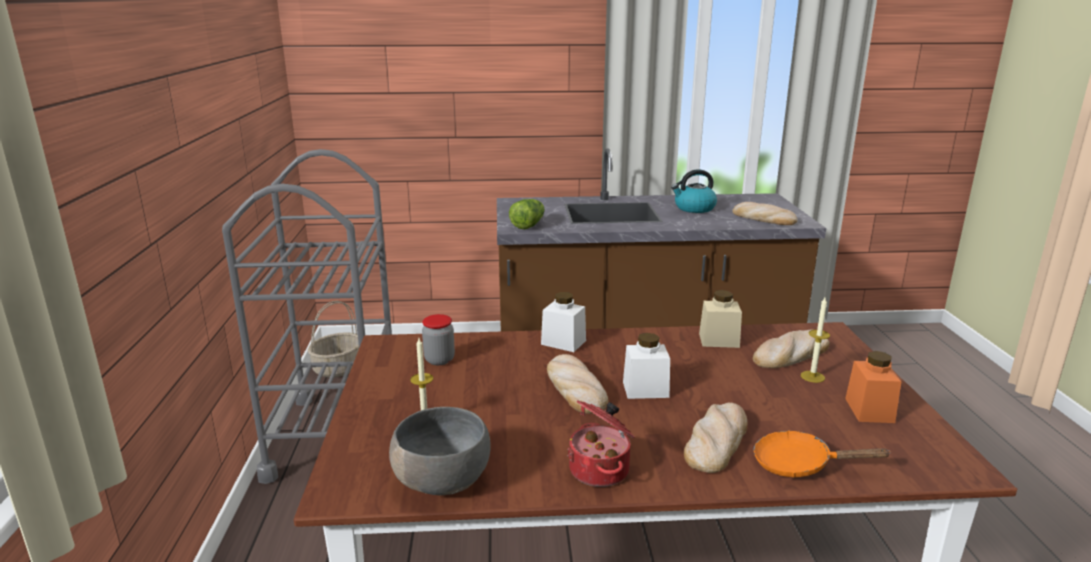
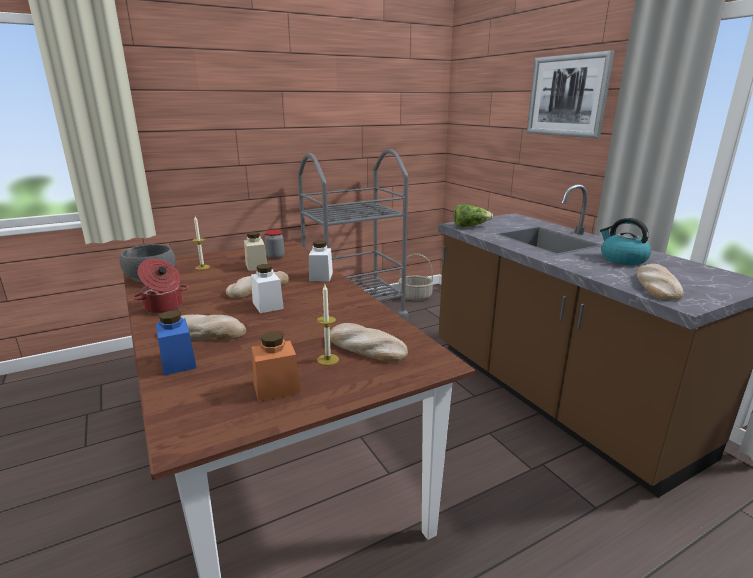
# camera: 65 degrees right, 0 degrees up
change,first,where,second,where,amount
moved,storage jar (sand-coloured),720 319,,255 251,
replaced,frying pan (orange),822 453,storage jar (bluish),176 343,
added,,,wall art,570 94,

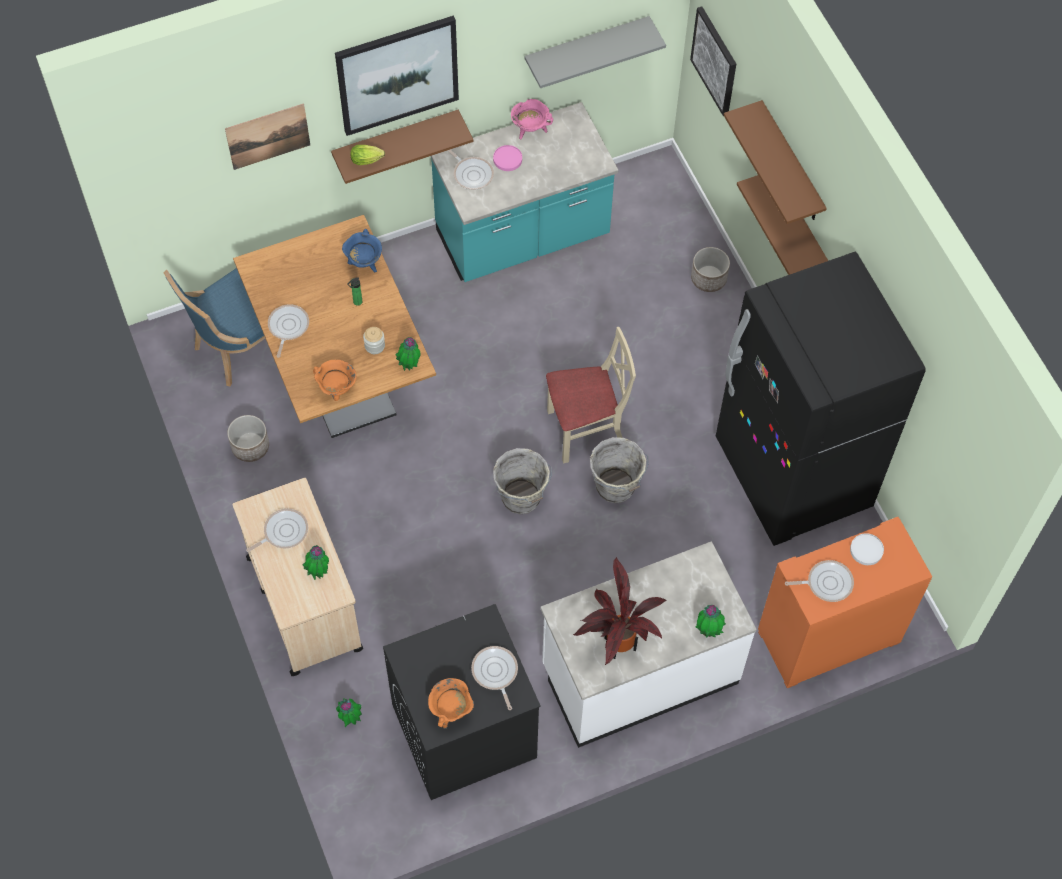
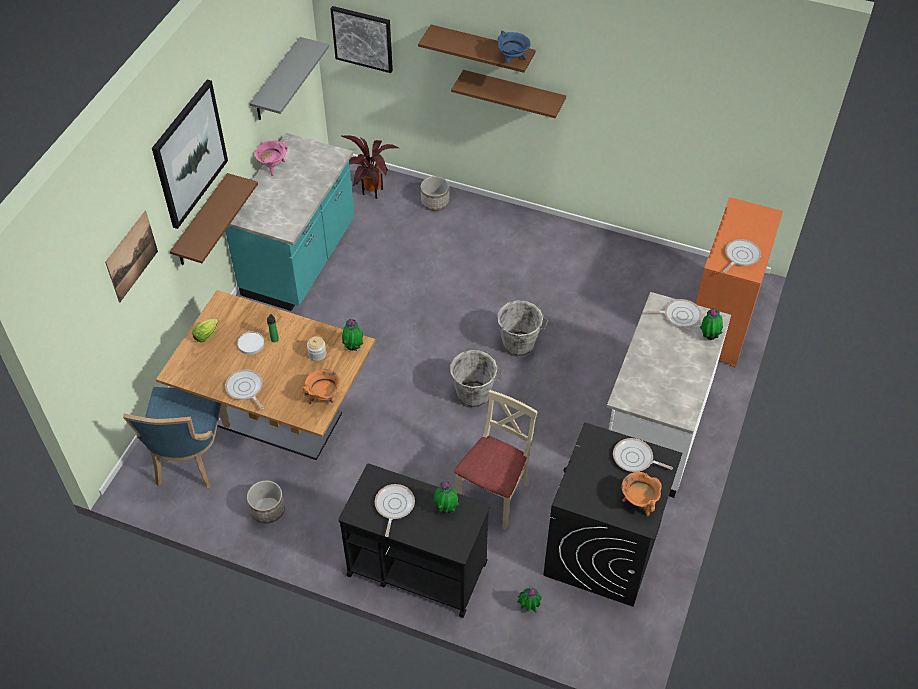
# camera: 45 degrees left, 10 degrees down
change,first,where,second,where,amount
moved,lettuce head,367 155,,205 330,
removed,dinner plate (pinkish),507 158,,,
moved,frying pan,470 169,,673 313,
moved,cooking pot (bluish),362 250,,514 46,
removed,refrigerator (black-coloured),821 398,,,
moved,chair (sand-coloured),591 395,,496 460,
recoloured,trolley (sand-coloured),297 577,trolley (black-coloured),414 541,
moved,dinner plate (white),867 549,,250 343,
moved,potted plant,620 611,,370 167,

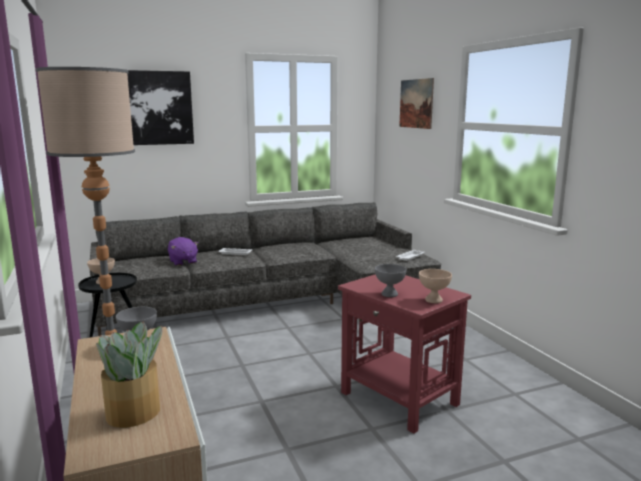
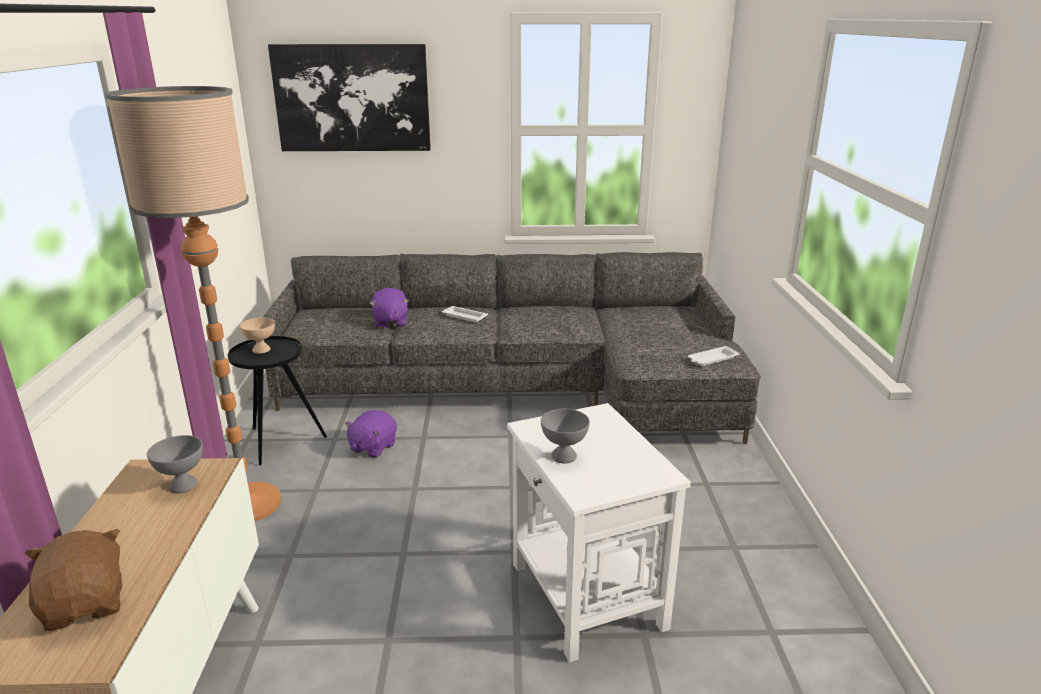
# camera: 20 degrees right, 10 degrees up
change,first,where,second,where,amount
removed,wall art,416 103,,,
removed,serving bowl (sand-coloured),435 286,,,
recoloured,side table (red-coloured),404 354,side table (white),599 532,
replaced,potted plant,129 375,plush toy (brown-coloured),73 580,
added,,,plush toy (purplish),370 434,

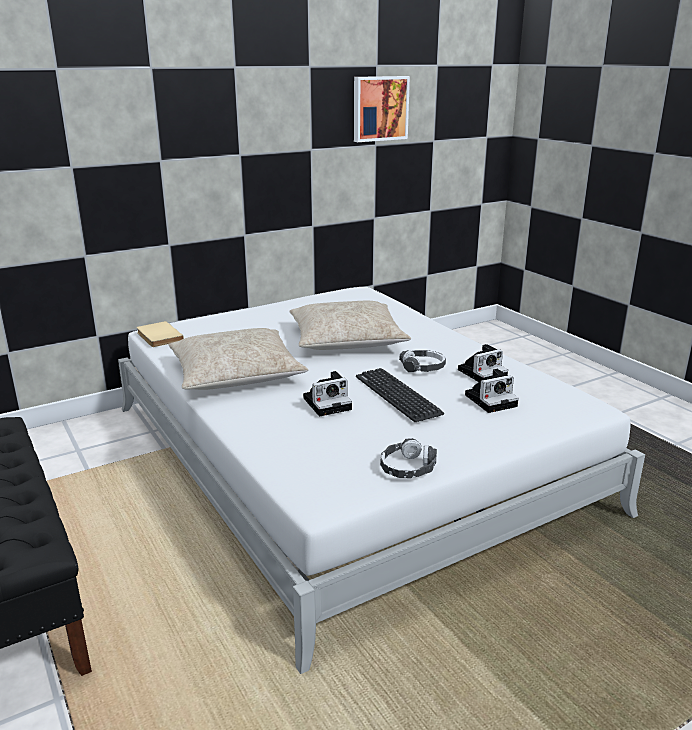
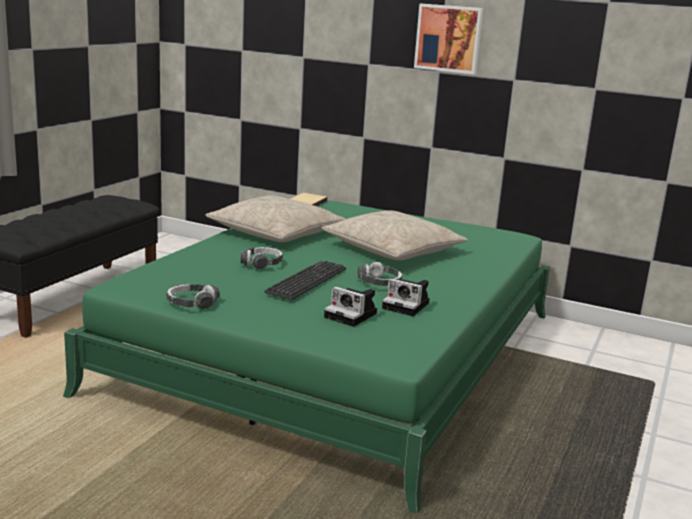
# camera: 55 degrees right, 5 degrees down
change,first,where,second,where,amount
moved,wall art,382 109,,448 39,
recoloured,bed (white),381 480,bed (green-coloured),306 357,
replaced,still camera,327 394,headset,262 258,

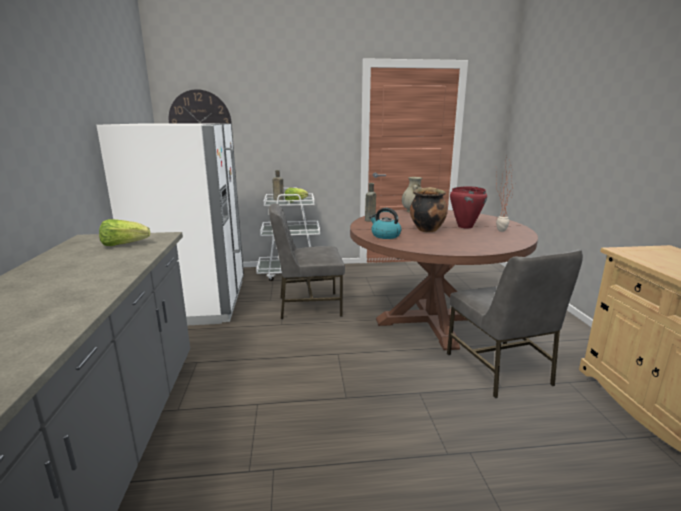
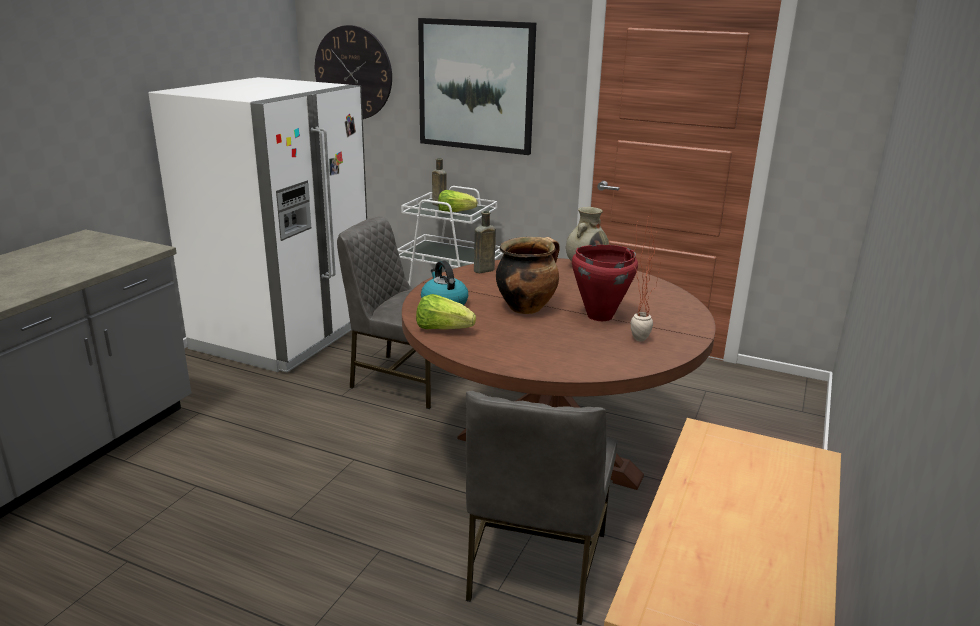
# camera: 30 degrees right, 5 degrees up
change,first,where,second,where,amount
moved,lettuce head,124 232,,446 311,
added,,,wall art,477 86,

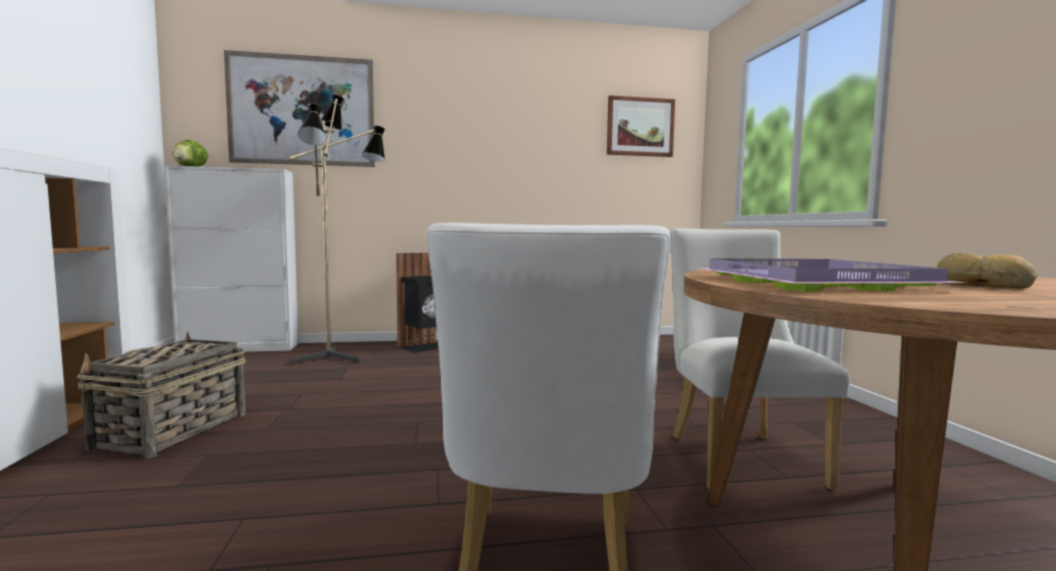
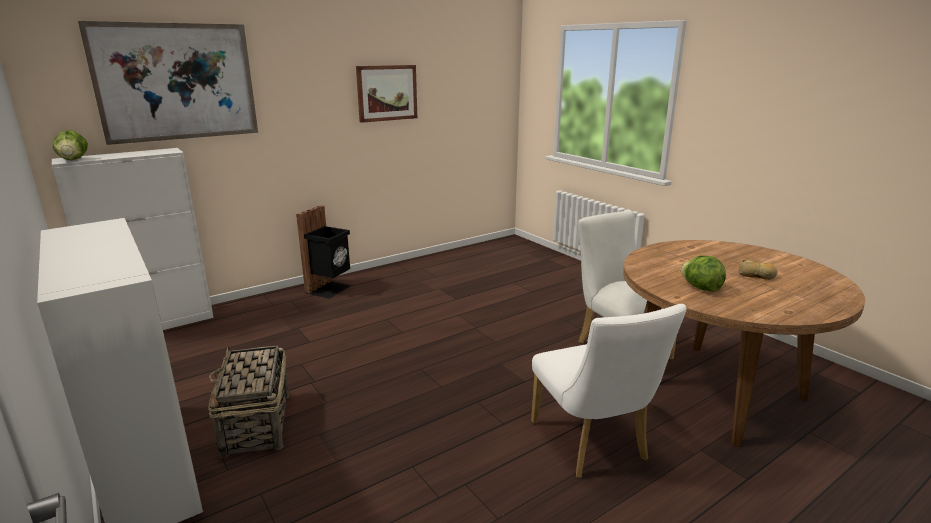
# camera: 25 degrees left, 15 degrees up
change,first,where,second,where,amount
removed,floor lamp,337 229,,,
moved,wall art,641 126,,386 94,
replaced,serving tray (purplish),832 275,lettuce head,703 273,

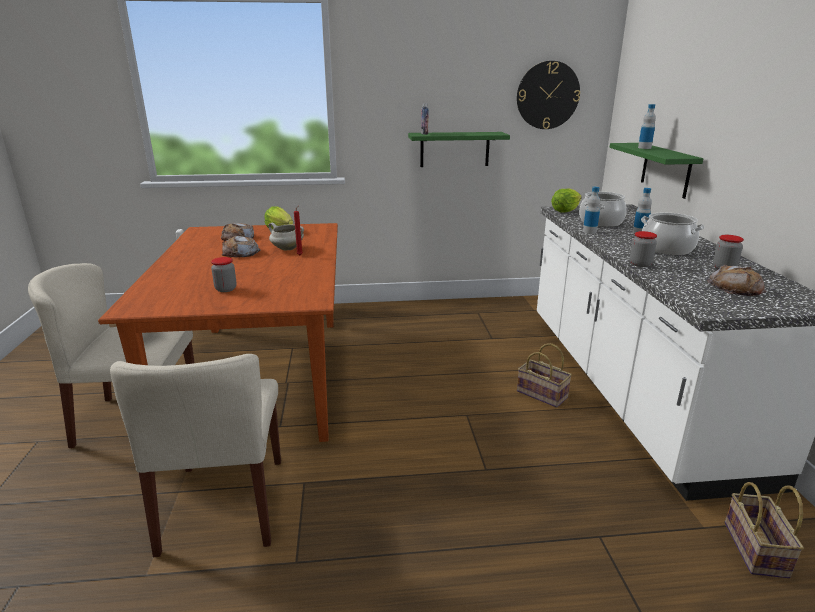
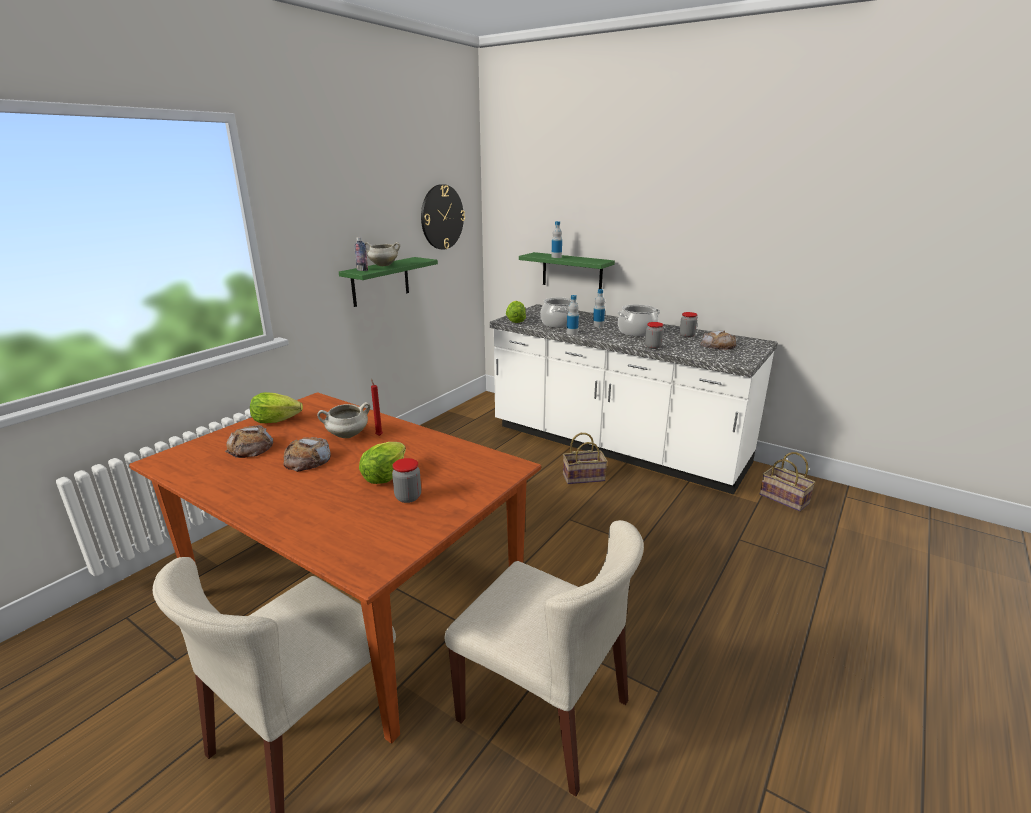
# camera: 50 degrees left, 0 degrees up
change,first,where,second,where,amount
added,,,cooking pot (white),382 254,
added,,,lettuce head,382 463,

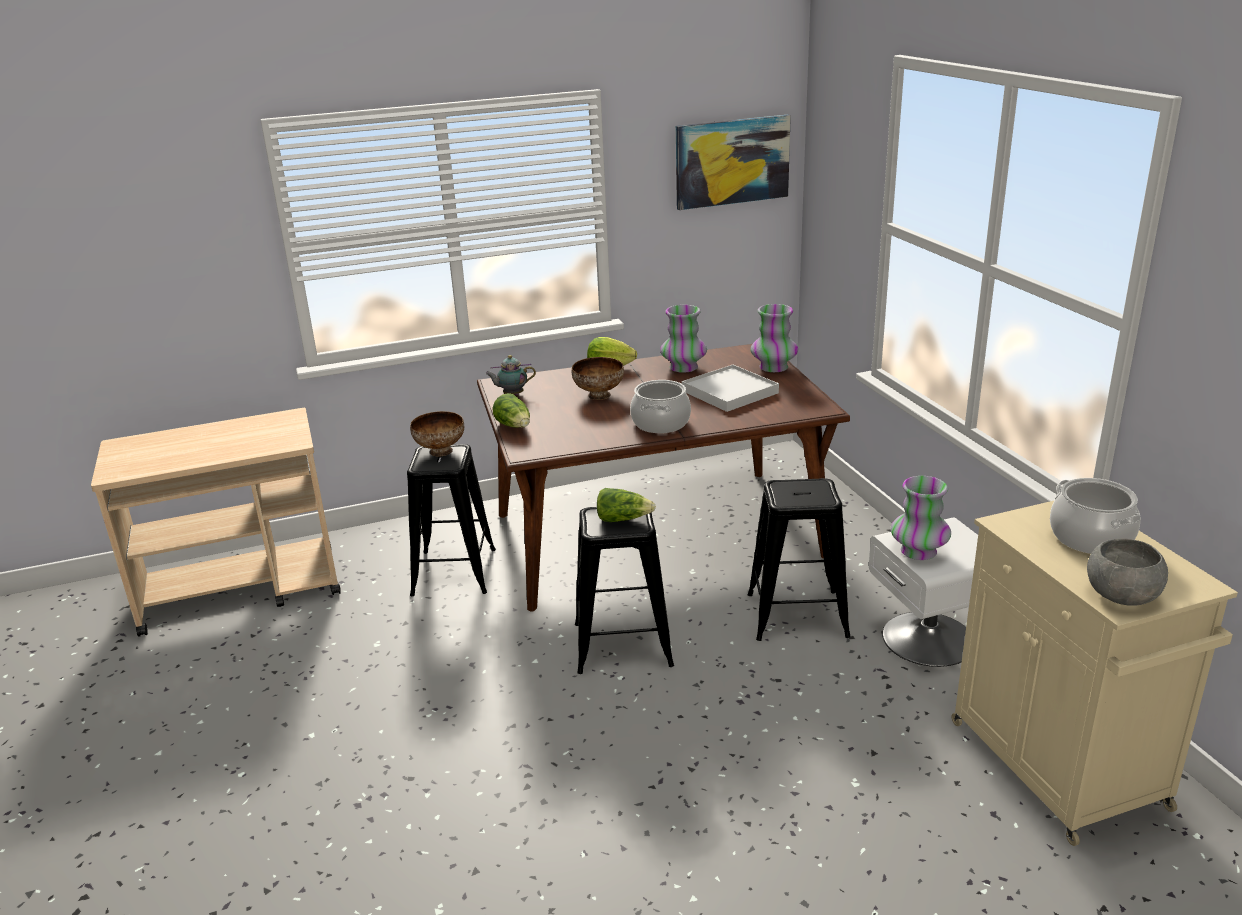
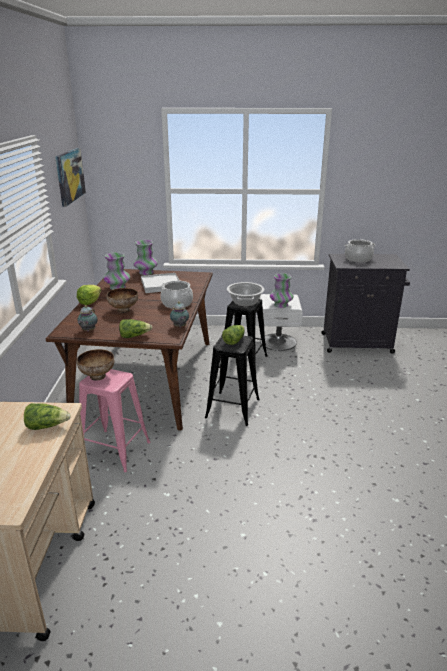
# camera: 70 degrees left, 0 degrees up
change,first,where,second,where,amount
recoloured,sitting stool (black-coloured),451 520,sitting stool (pinkish),114 420,
recoloured,cupboard (sand-coloured),1095 673,cupboard (black-coloured),365 304,
removed,serving bowl (grey),1127 572,,,
added,,,cooking pot,245 294,
added,,,tea pot,179 315,
added,,,lettuce head,47 416,

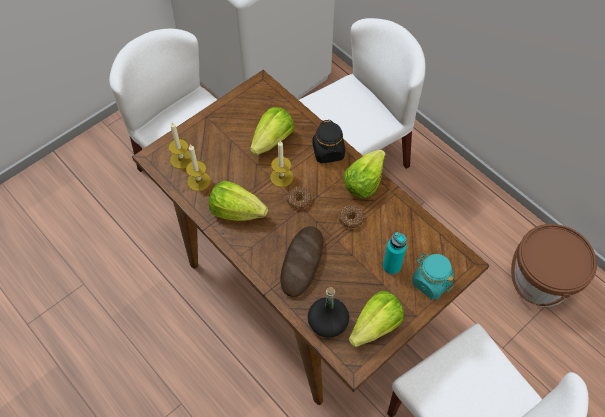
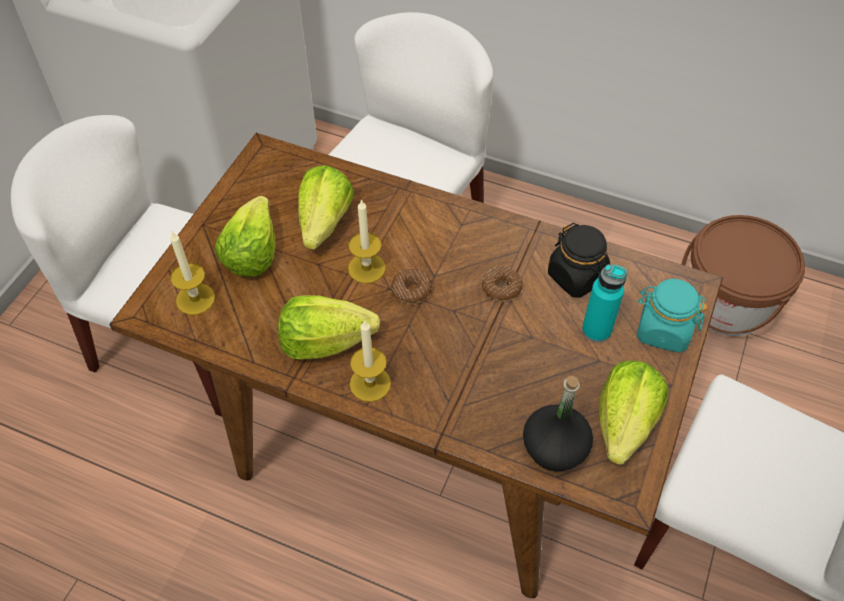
# camera: 25 degrees left, 5 degrees down
change,first,where,second,where,amount
moved,storage jar (black-coloured),328 141,,579 260,
moved,wax light,198 167,,370 361,
moved,lettuce head,364 174,,245 236,
removed,baked bread,301 261,,,

